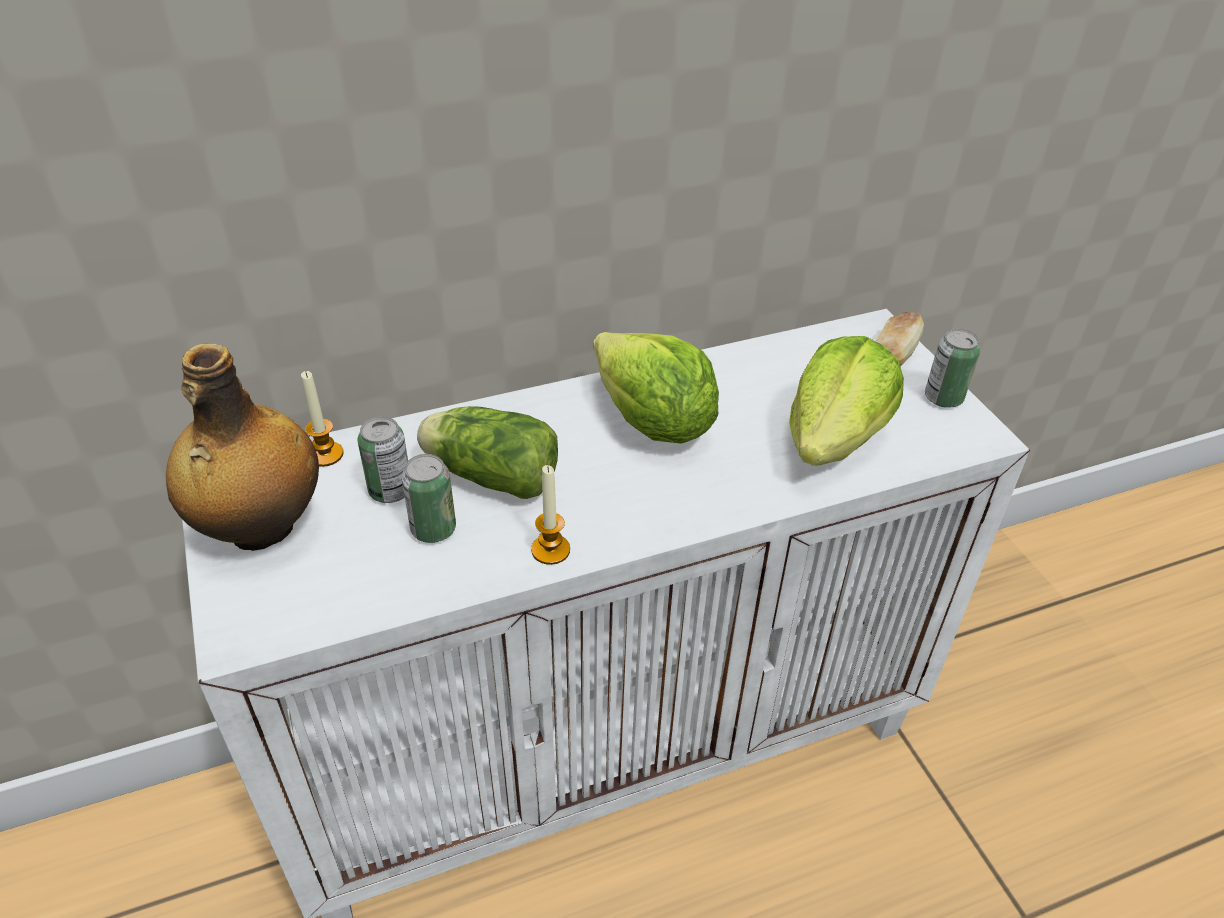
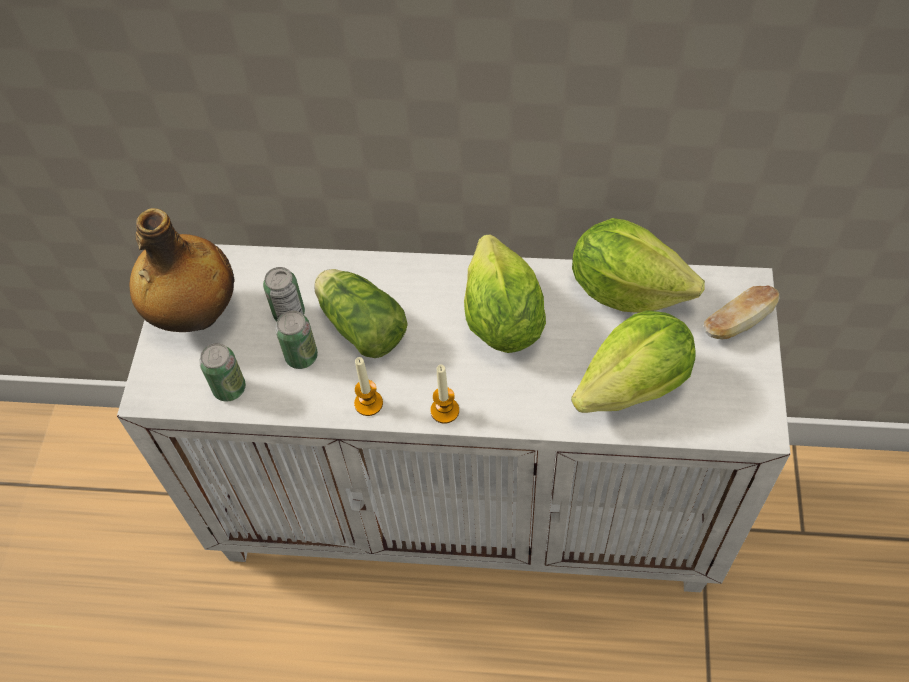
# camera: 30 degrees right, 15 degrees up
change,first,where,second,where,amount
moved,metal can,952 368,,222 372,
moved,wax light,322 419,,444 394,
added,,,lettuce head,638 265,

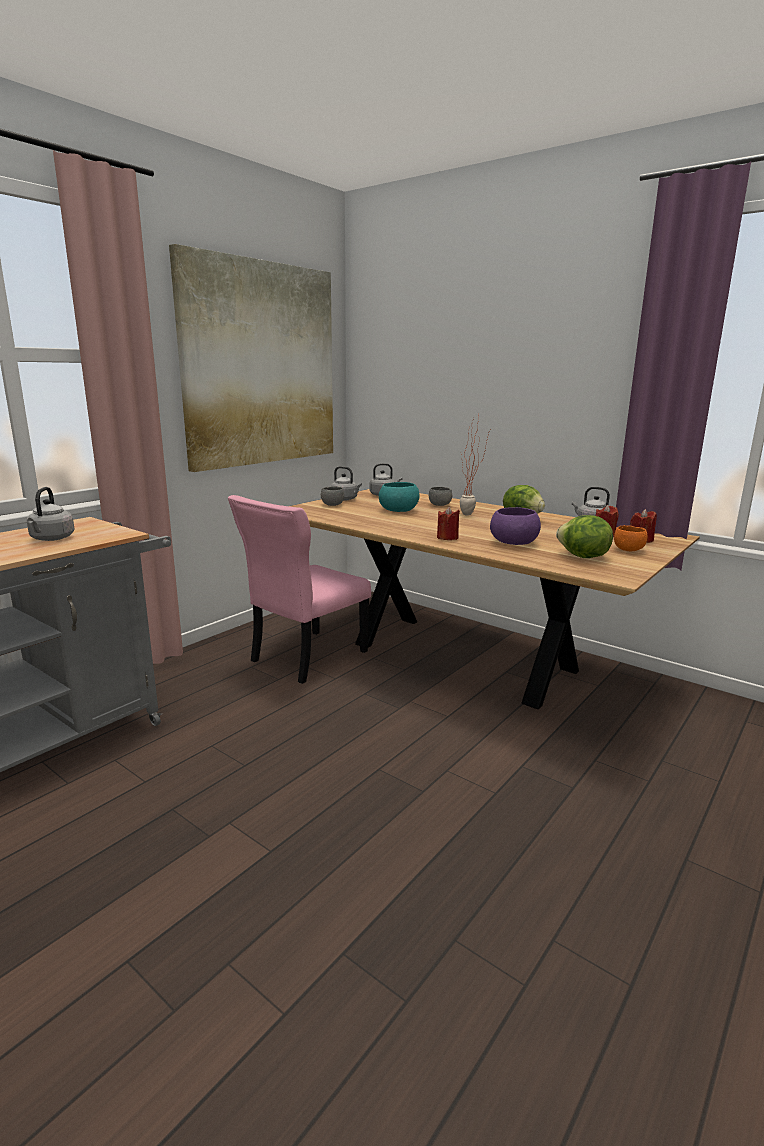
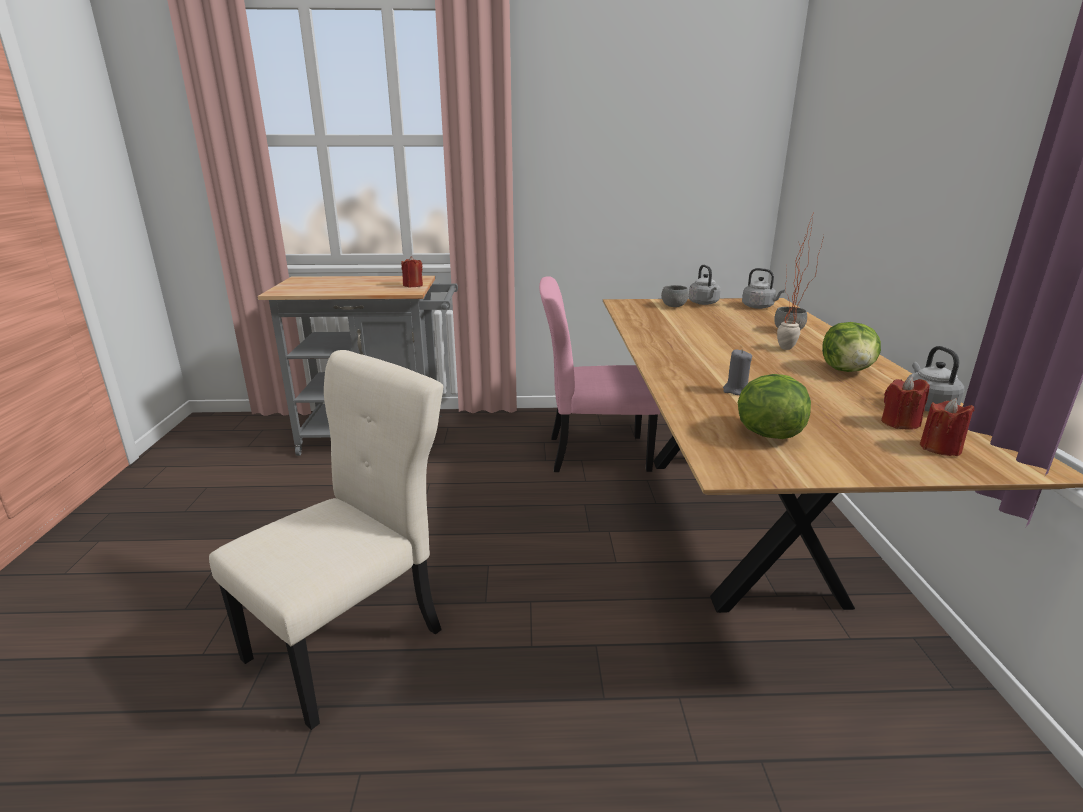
# camera: 50 degrees right, 5 degrees up
change,first,where,second,where,amount
removed,wall art,251 358,,,
removed,serving bowl (turquoise),399 497,,,
removed,water kettle (grey),51 514,,,
moved,wax light (red-coloured),448 523,,412 271,
replaced,serving bowl (purplish),515 526,wax light (grey),737 372,
removed,serving bowl (orange),630 538,,,
added,,,chair (sand-coloured),326 540,

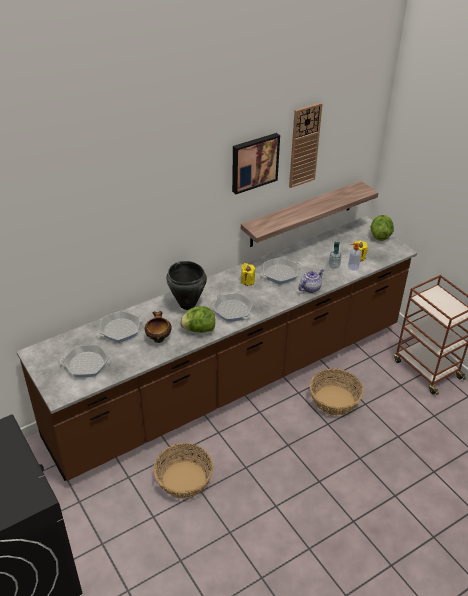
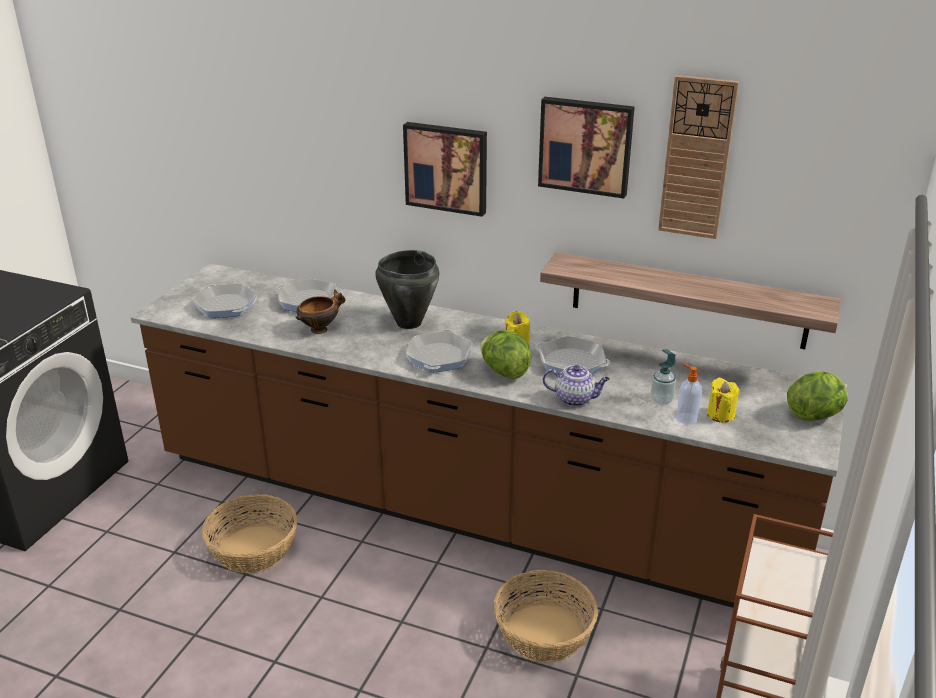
# camera: 55 degrees right, 10 degrees down
change,first,where,second,where,amount
moved,lettuce head,197 319,,506 354,
added,,,wall art,445 169,

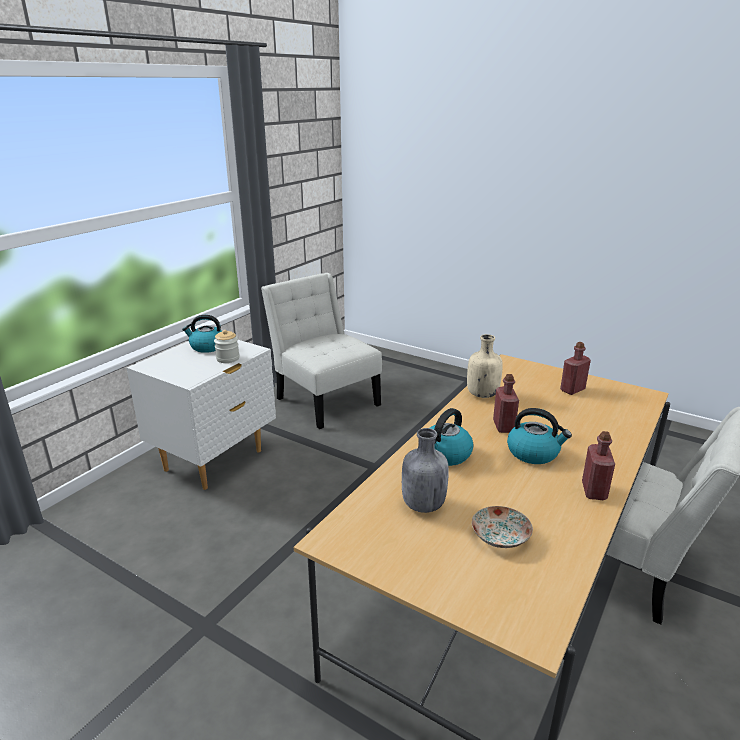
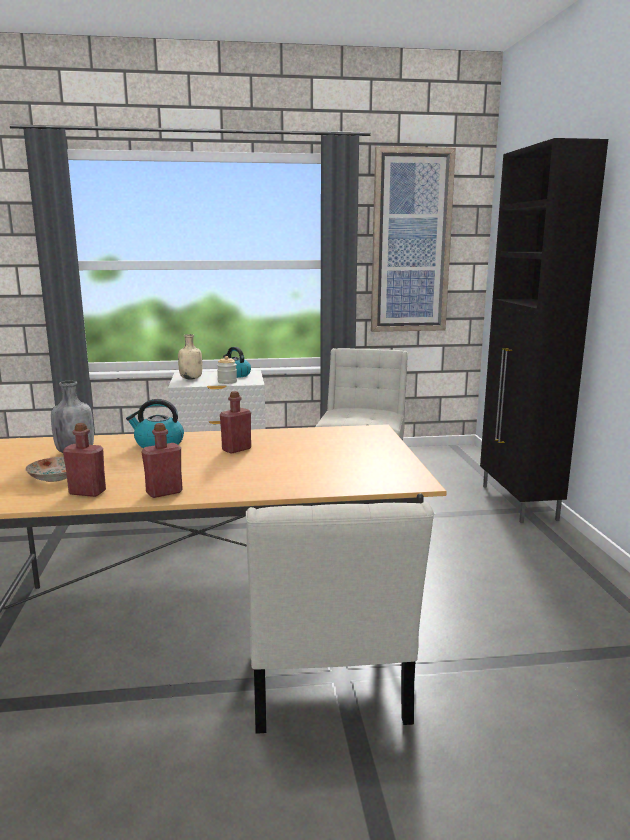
# camera: 50 degrees right, 10 degrees down
change,first,where,second,where,amount
moved,bottle (sand-coloured),485 366,,190 357,
moved,bottle (red-coloured),575 368,,84 460,
removed,water kettle,539 436,,,
added,,,cupboard (black-coloured),544 330,
added,,,wall art,413 239,

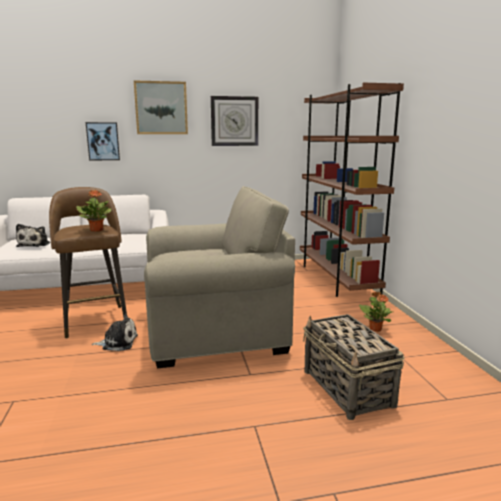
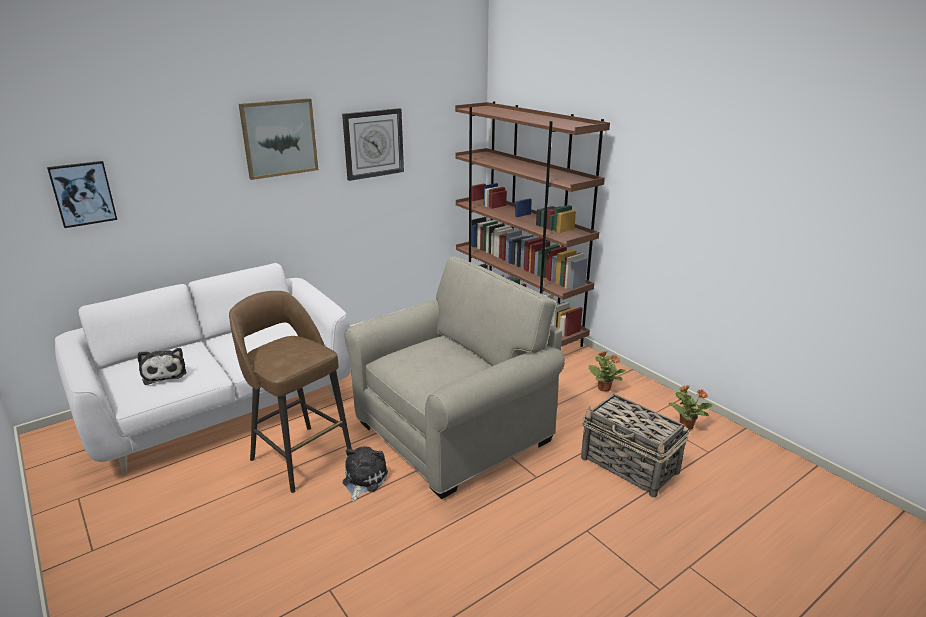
# camera: 25 degrees left, 10 degrees up
change,first,where,second,where,amount
moved,wall art,103 141,,82 194,
moved,potted plant,94 211,,690 408,
turned,plush toy,114 332,,365 473,45 degrees counterclockwise

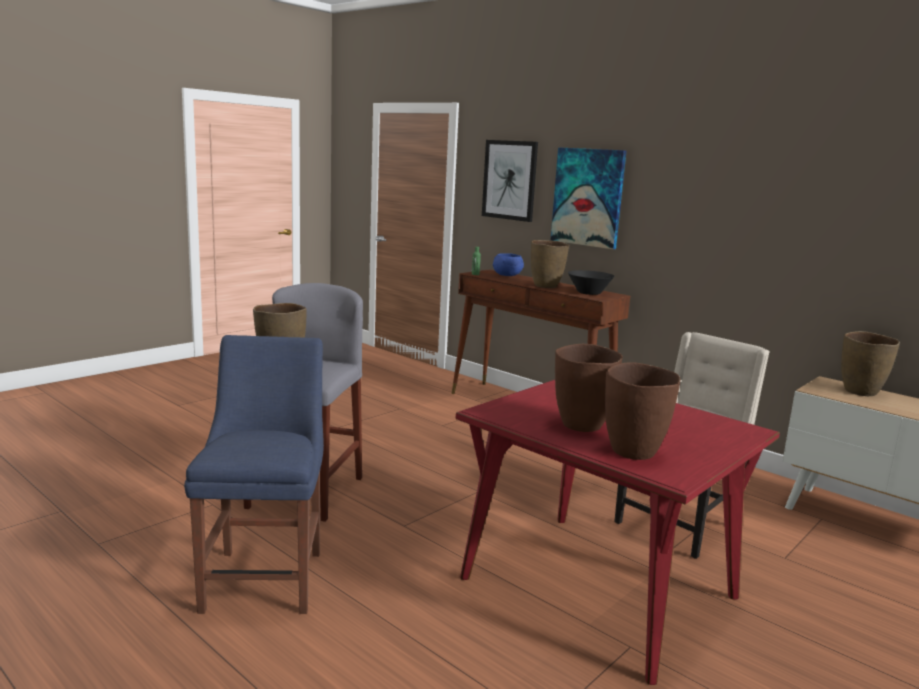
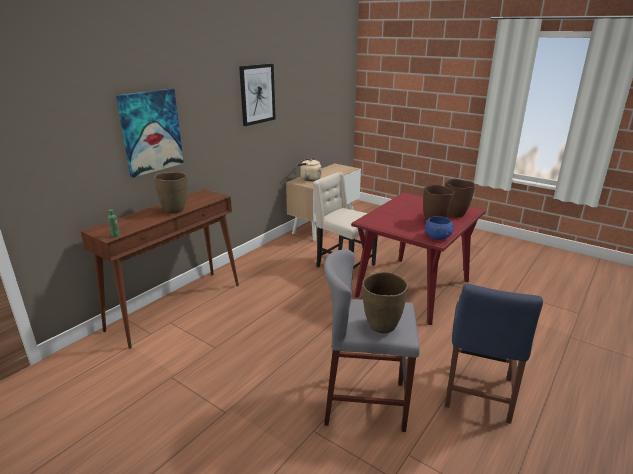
# camera: 95 degrees left, 10 degrees up
change,first,where,second,where,amount
moved,wall art,510 181,,257 95,
moved,serving bowl (bluish),508 264,,439 228,
removed,serving bowl (black-coloured),591 282,,,
replaced,decorative vase (brown-coloured),870 363,water kettle (sand-coloured),309 169,
turned,chair (bluish),254 474,,494 354,60 degrees counterclockwise

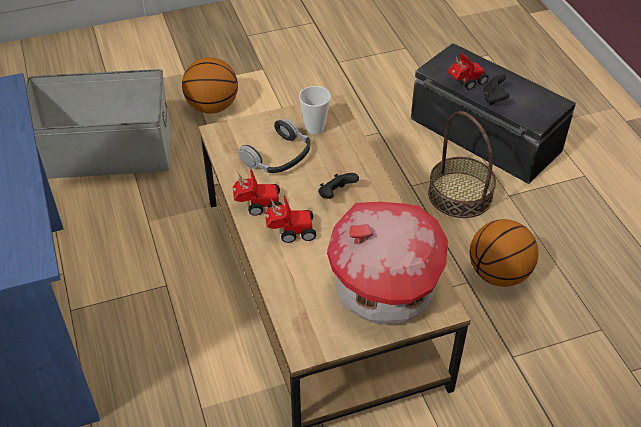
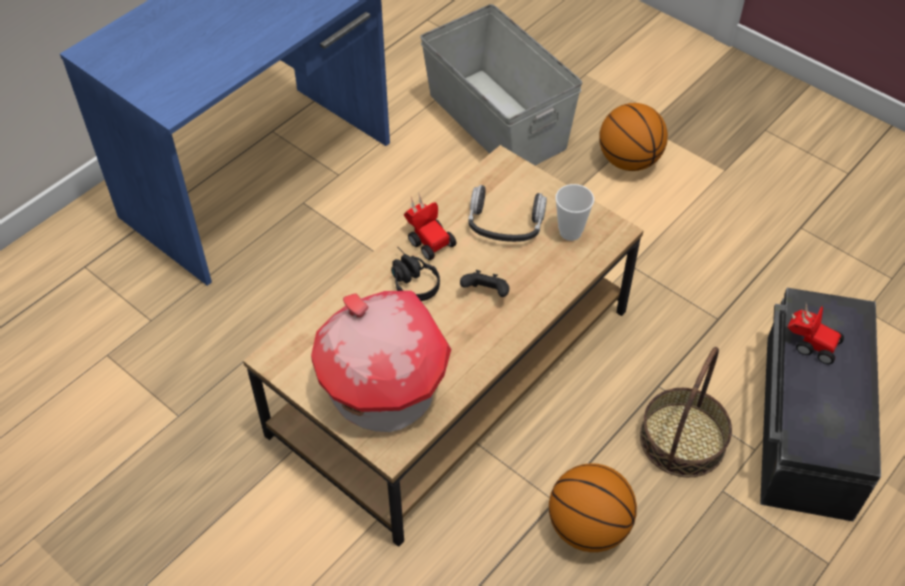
# camera: 60 degrees right, 5 degrees up
change,first,where,second,where,amount
removed,game controller (black-coloured),496 89,,,
replaced,toy car,290 219,headset (black-coloured),415 274,

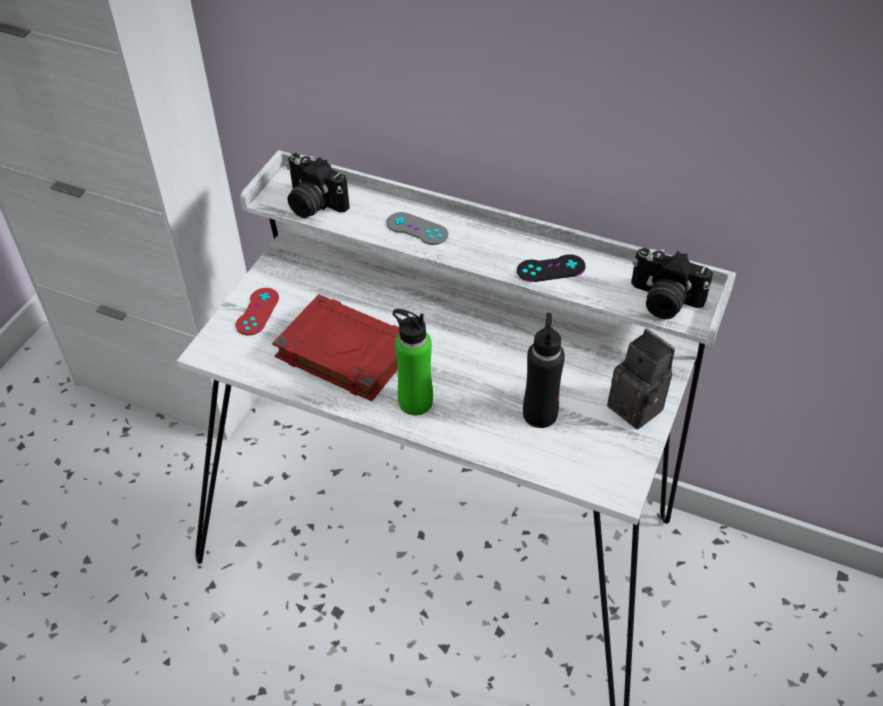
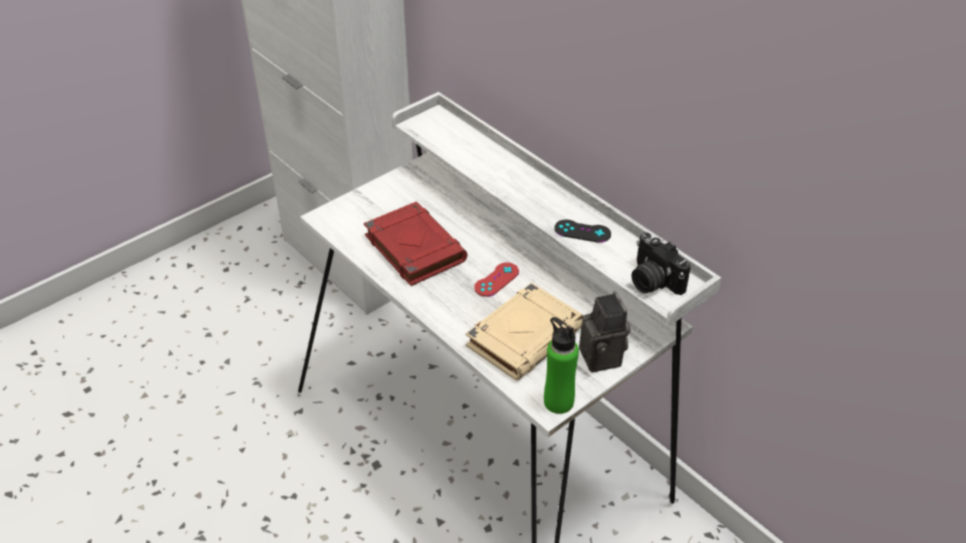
# camera: 25 degrees right, 5 degrees down
change,first,where,second,where,amount
removed,still camera,317 185,,,
removed,game controller (grey),417 228,,,
moved,game controller (red-coloured),257 312,,496 279,
moved,bottle (green-coloured),412 362,,561 365,
replaced,bottle (black-coloured),544 370,bound book (sand-coloured),525 332,

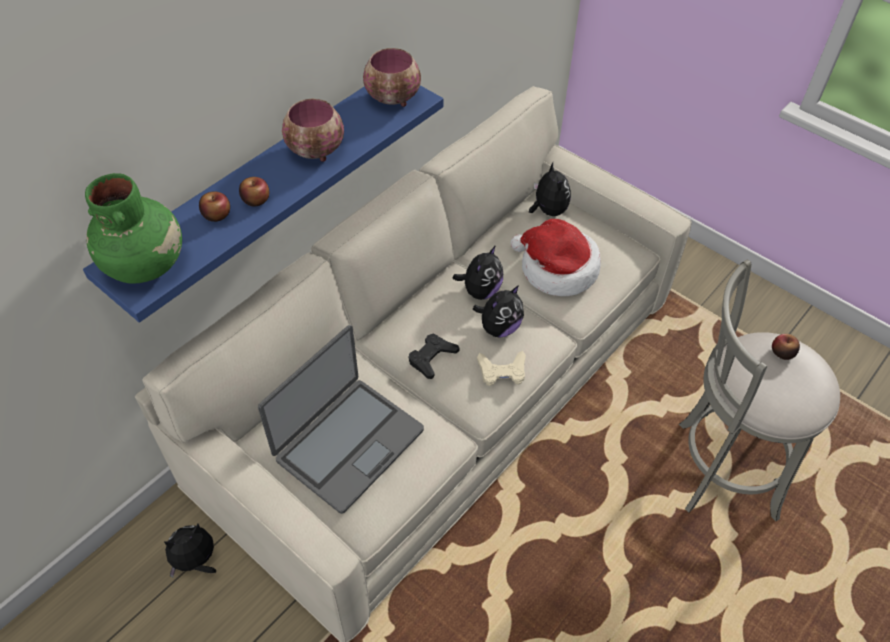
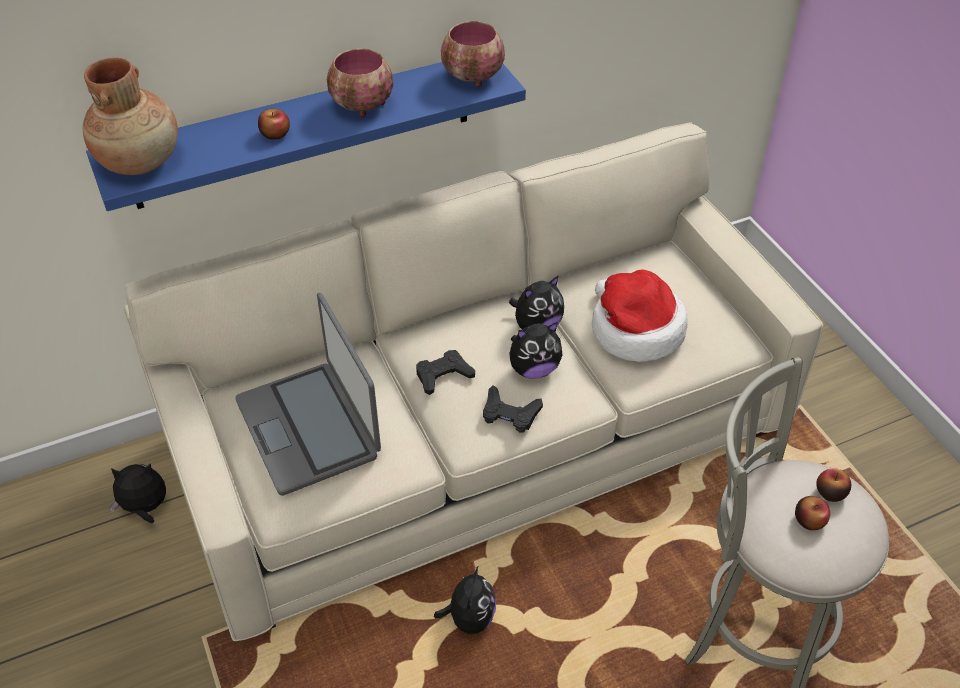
# camera: 25 degrees right, 5 degrees down
change,first,where,second,where,amount
moved,plush toy,550 189,,465 600,
recoloured,decorative vase (green-coloured),133 228,decorative vase (brown-coloured),130 116,
moved,apple,214 207,,812 513,
turned,portable computer,341 419,,308 394,90 degrees clockwise
recoloured,game controller (sand-coloured),501 368,game controller (black-coloured),513 409,

